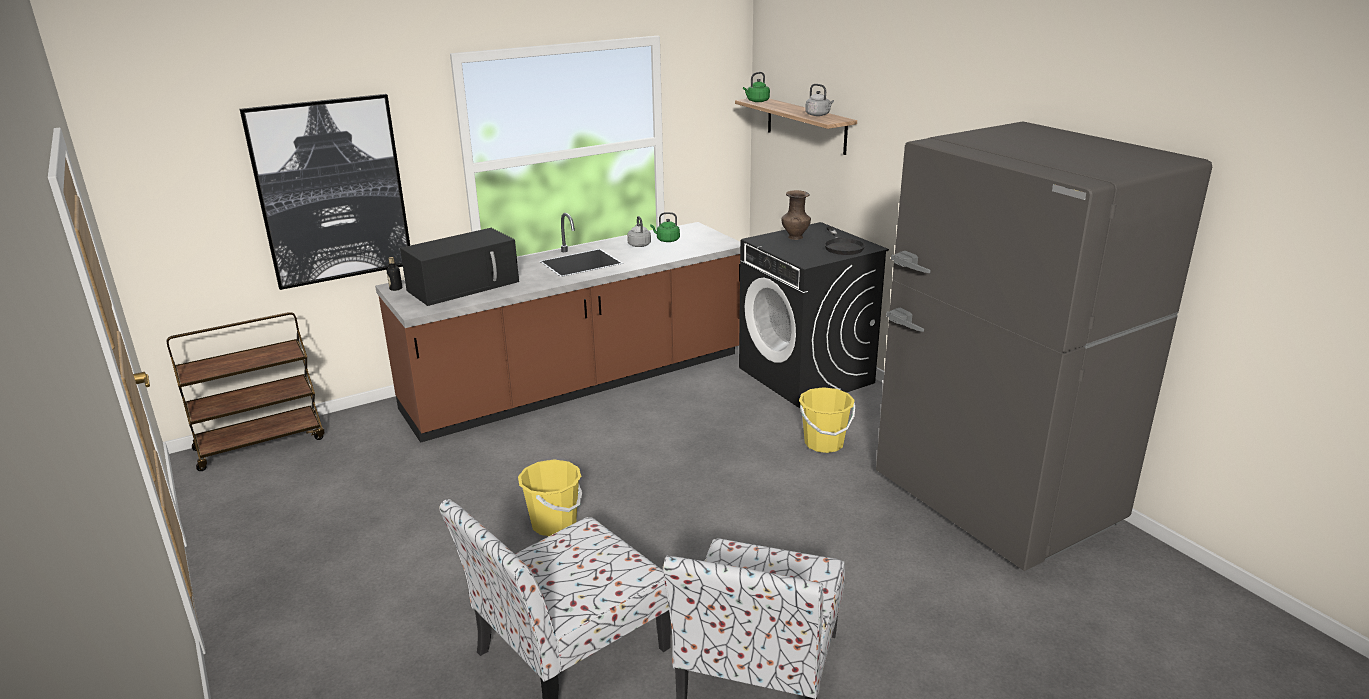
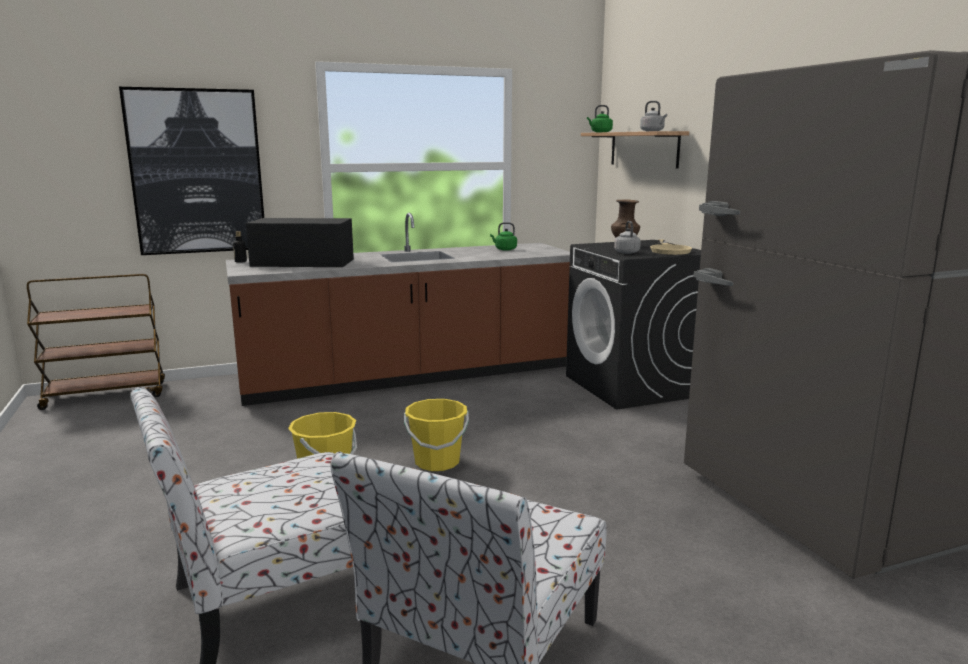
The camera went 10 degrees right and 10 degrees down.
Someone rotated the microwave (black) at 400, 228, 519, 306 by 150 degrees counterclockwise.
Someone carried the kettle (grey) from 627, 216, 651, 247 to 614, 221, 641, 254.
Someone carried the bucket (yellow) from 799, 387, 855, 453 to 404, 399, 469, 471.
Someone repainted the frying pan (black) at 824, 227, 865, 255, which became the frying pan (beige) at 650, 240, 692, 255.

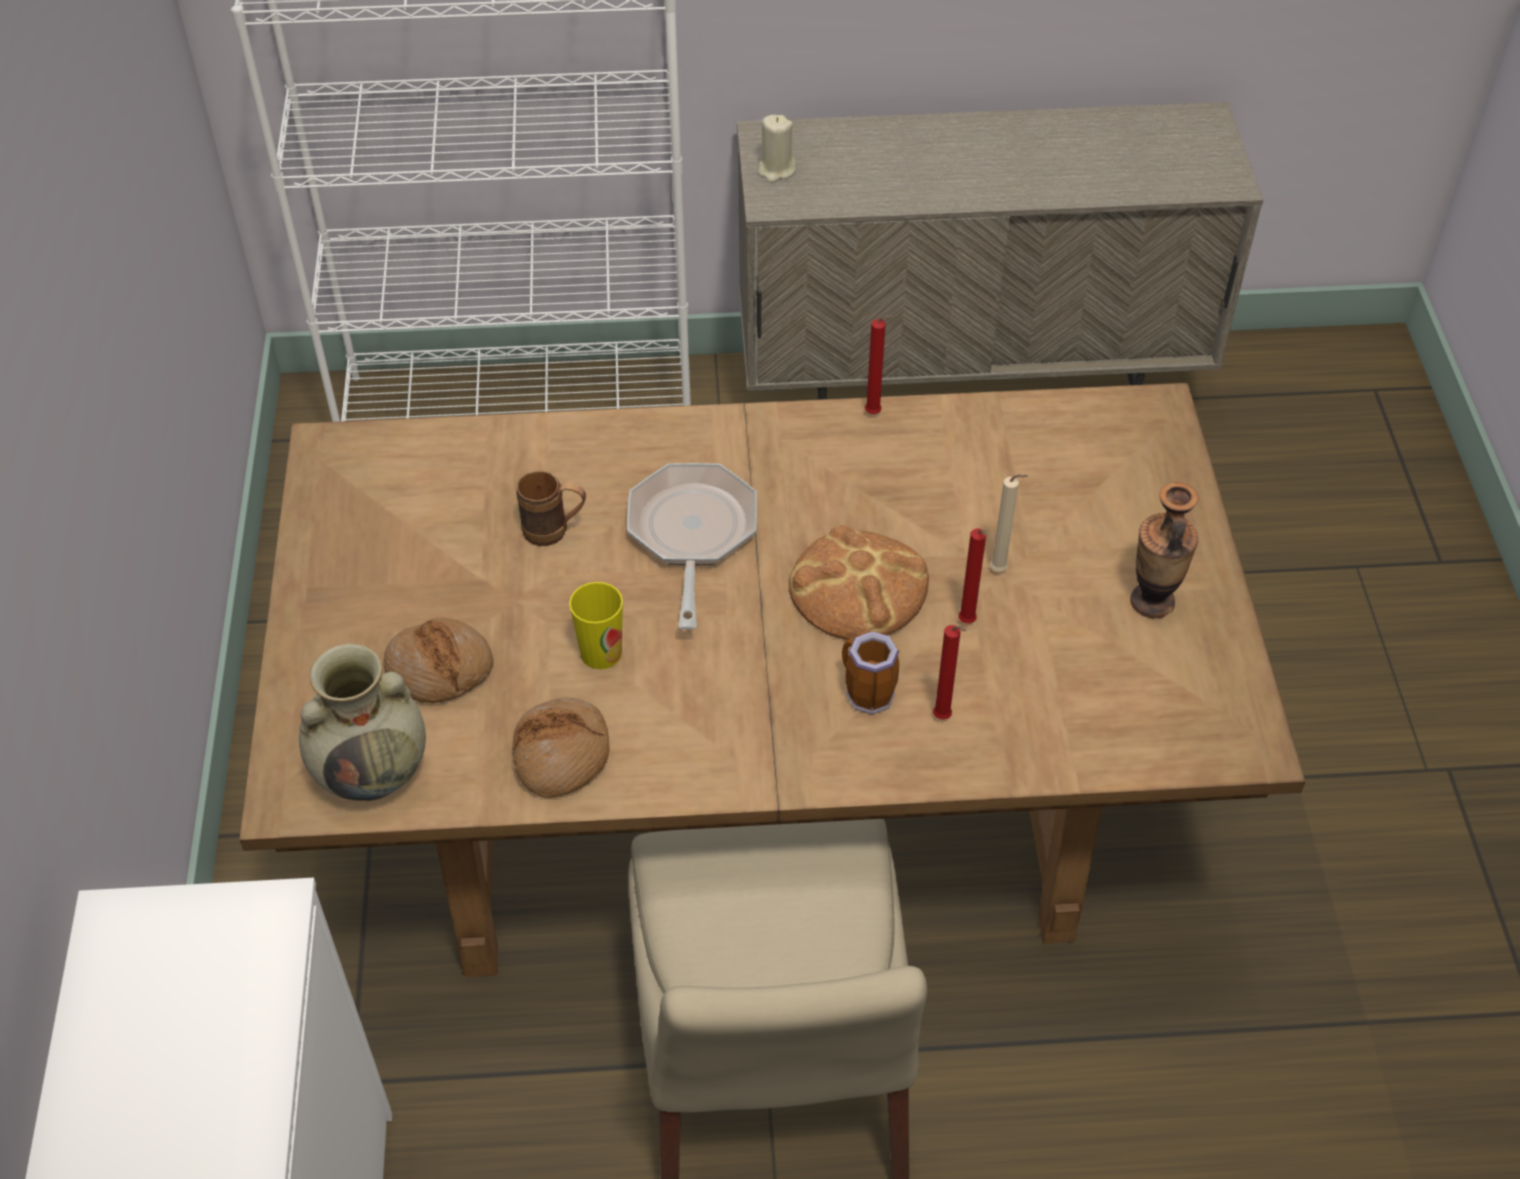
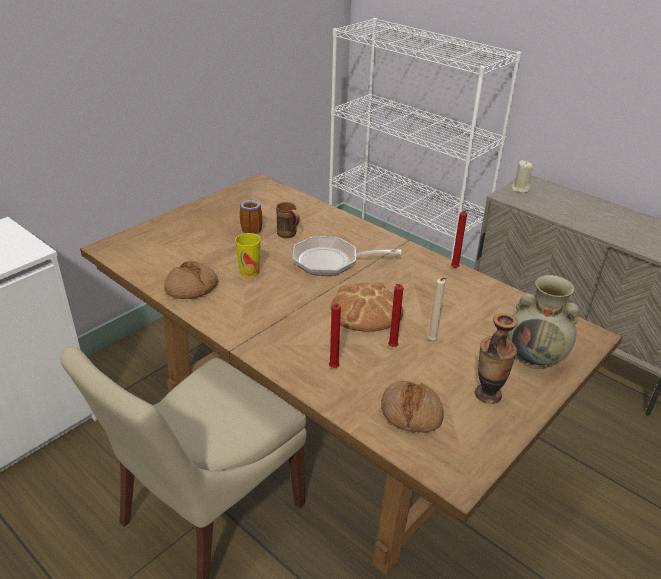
The camera went 45 degrees right and 15 degrees down.
Someone carried the vase (beige) from 299, 643, 426, 801 to 507, 275, 579, 369.
Someone carried the bread from 383, 617, 493, 703 to 381, 380, 444, 433.
Someone rotated the frying pan at 627, 463, 757, 630 by 135 degrees counterclockwise.
Someone carried the mug from 842, 631, 899, 714 to 240, 200, 263, 236.

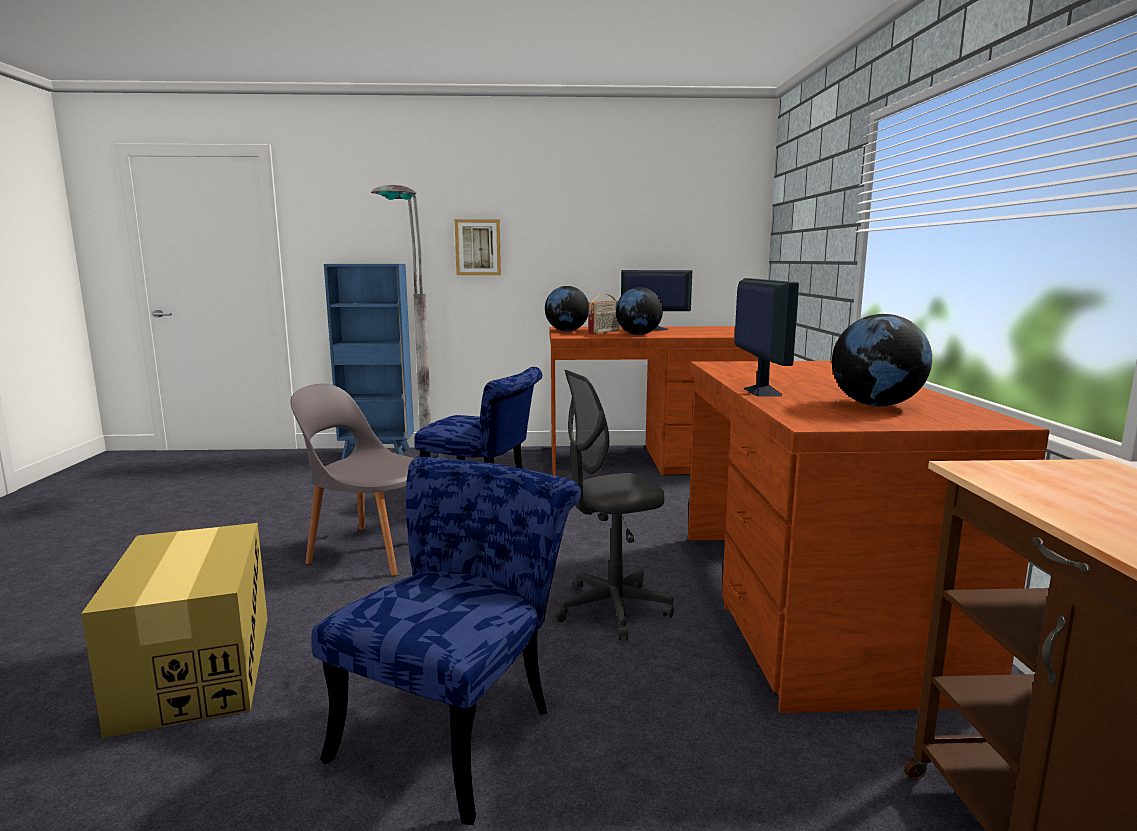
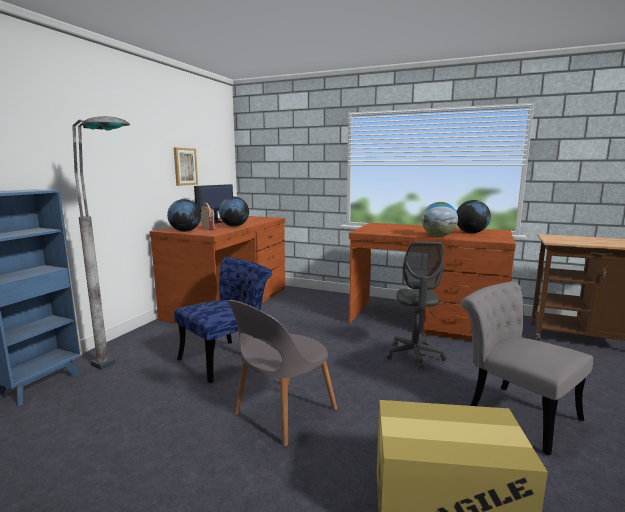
The camera went 65 degrees left and 0 degrees up.
Someone repainted the chair (blue) at 311, 457, 581, 825, which became the chair (grey) at 461, 281, 593, 456.
Someone carried the picture from 455, 219, 501, 275 to 174, 148, 198, 186.
Someone swapped the monitor at 735, 278, 799, 397 for the globe at 422, 202, 458, 237.

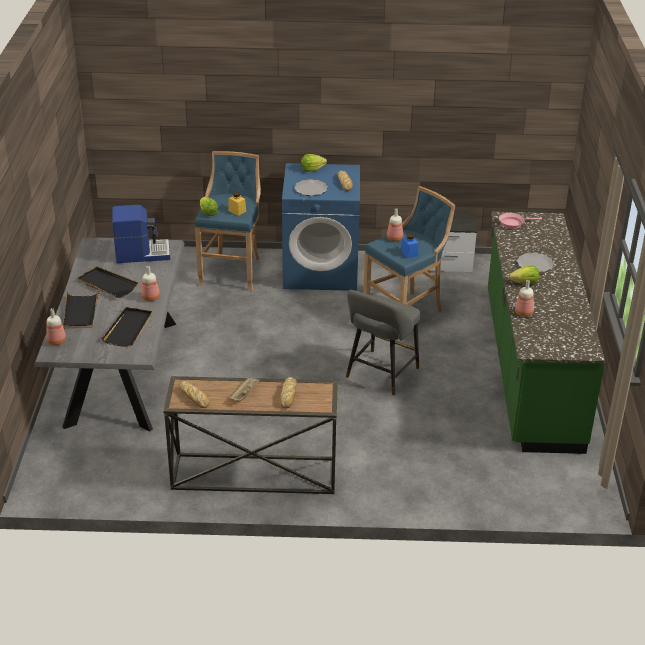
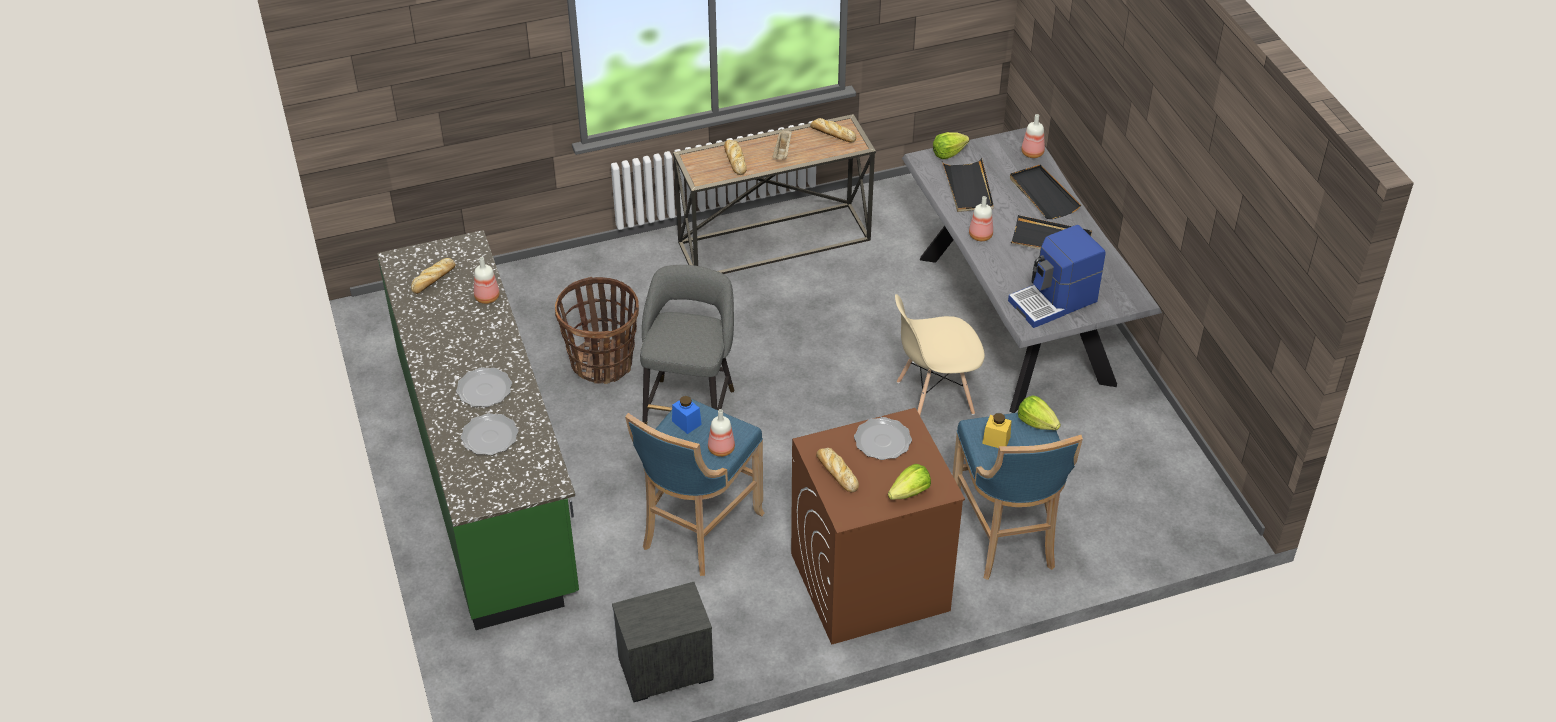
The camera went 160 degrees right and 10 degrees up.
Someone repainted the washing machine (blue) at 282, 163, 360, 291, which became the washing machine (brown) at 791, 408, 965, 645.
Someone took away the frying pan (pink) at 499, 213, 542, 229.
Someone carried the lettuce from 508, 265, 539, 284 to 933, 132, 969, 159.
Someone put down the bread at 411, 258, 456, 294.
Someone put down the plate at 461, 413, 518, 455.
Someone put down the basket at 555, 277, 639, 384.
Someone put down the chair (beige) at 895, 294, 985, 415.

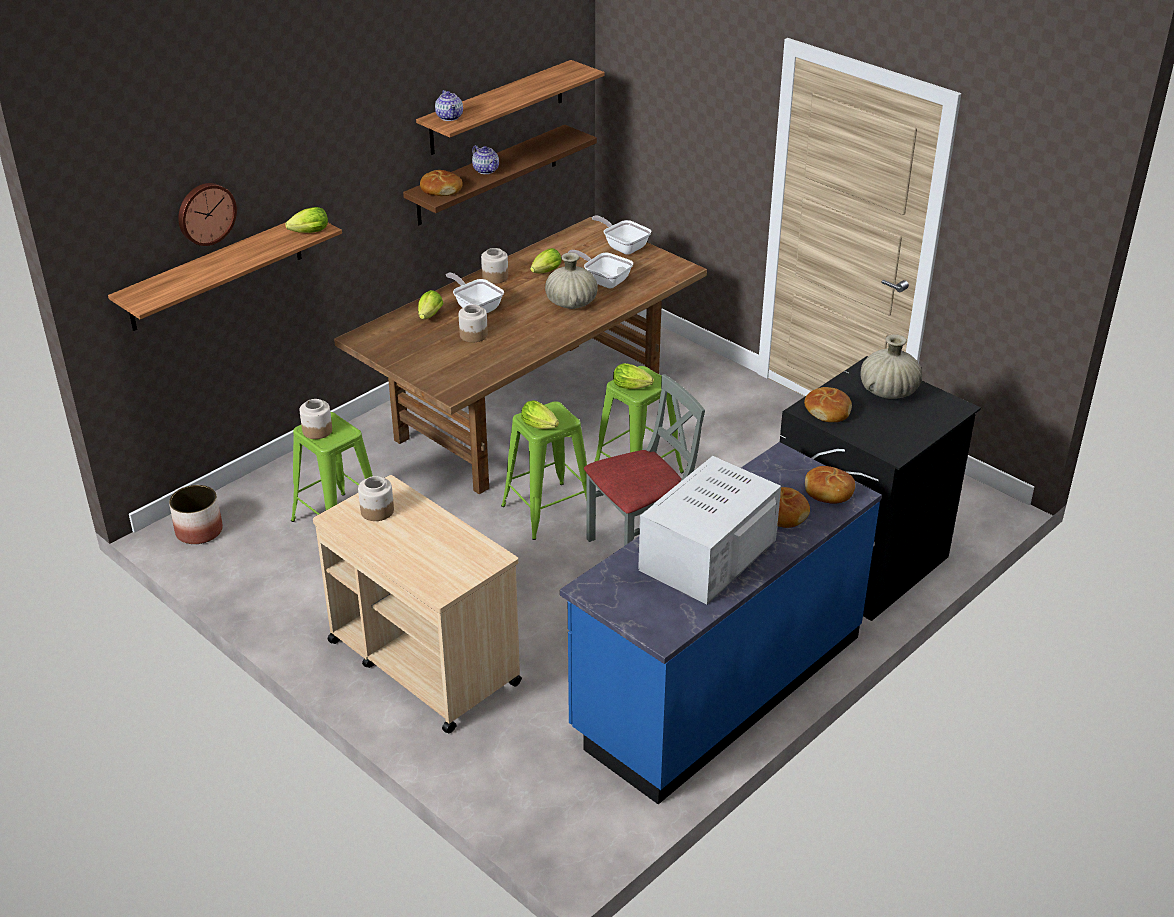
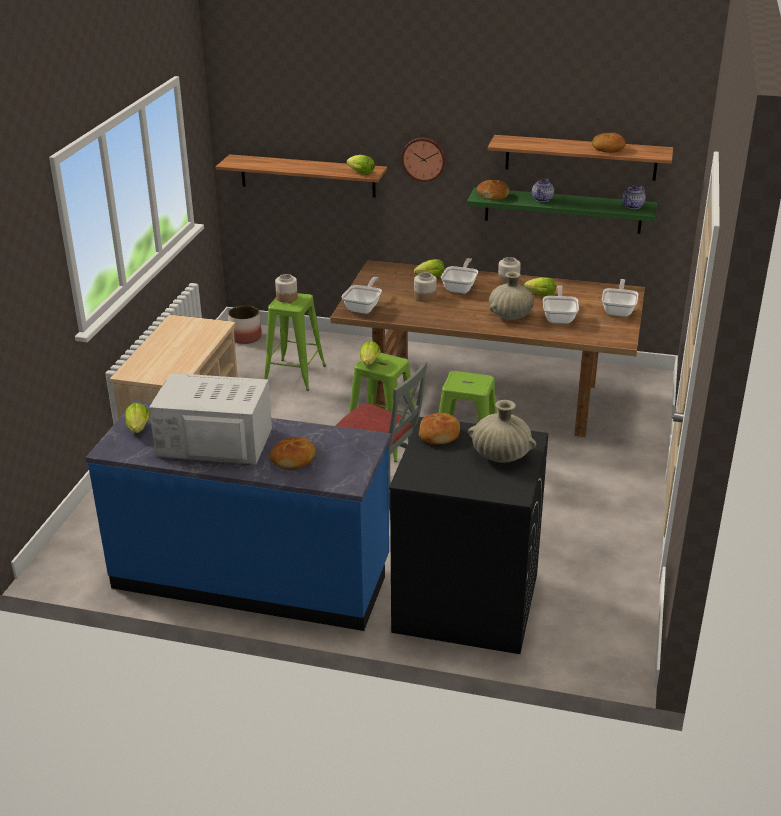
The camera went 60 degrees right and 5 degrees down.
Someone carried the wall clock from 178, 183, 237, 246 to 402, 137, 446, 182.
Someone took away the jar at 358, 476, 394, 521.
Someone repainted the shelf (brown) at 403, 125, 597, 225, which became the shelf (green) at 467, 188, 657, 234.
Someone carried the teapot from 435, 90, 463, 121 to 622, 185, 645, 209.
Someone carried the lettuce from 613, 363, 654, 389 to 125, 403, 150, 433.
Someone carried the bread from 805, 466, 855, 504 to 592, 133, 626, 153.
Someone put down the frying pan at 341, 277, 382, 314.

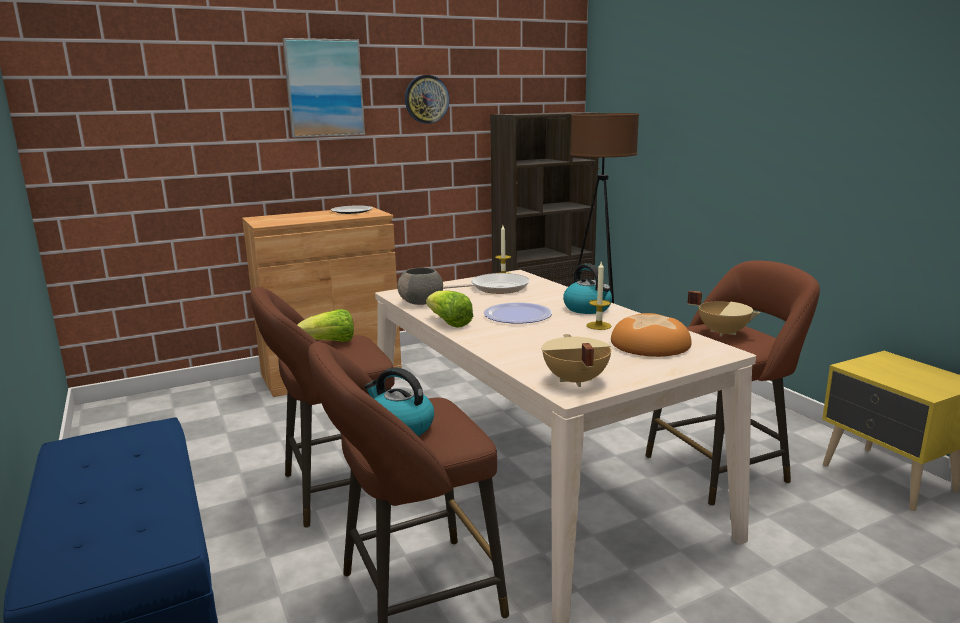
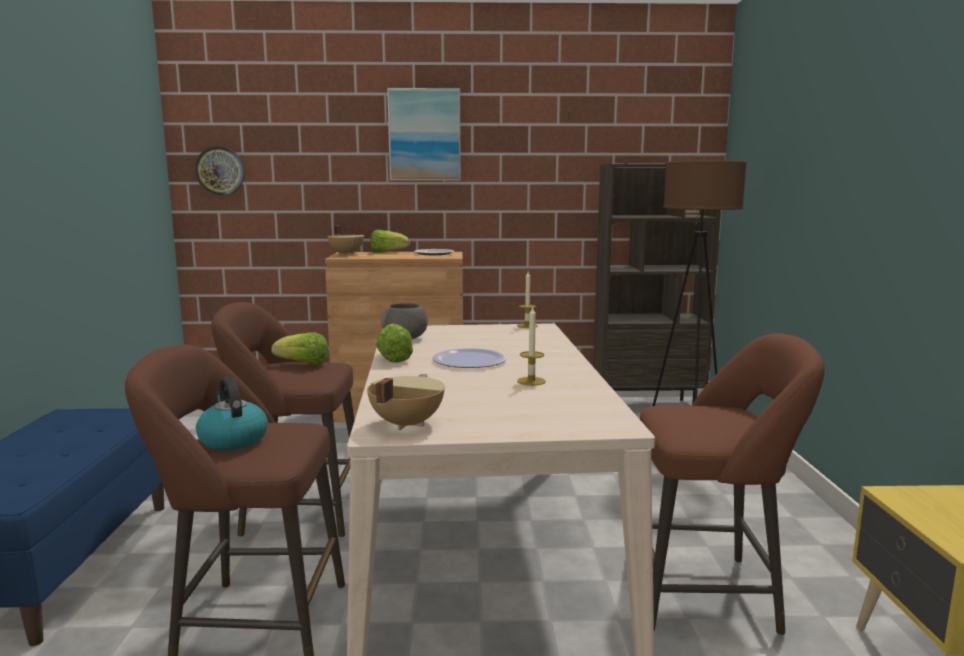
The camera went 25 degrees right and 5 degrees down.
Someone carried the wall clock from 405, 75, 449, 124 to 195, 146, 245, 196.
Someone took away the frying pan at 443, 273, 530, 294.
Someone took away the kettle at 563, 263, 612, 314.
Someone took away the bread at 611, 313, 692, 357.
Someone carried the cooking pot (beige) from 687, 291, 760, 337 to 328, 225, 364, 255.
Someone put down the lettuce at 370, 230, 410, 253.

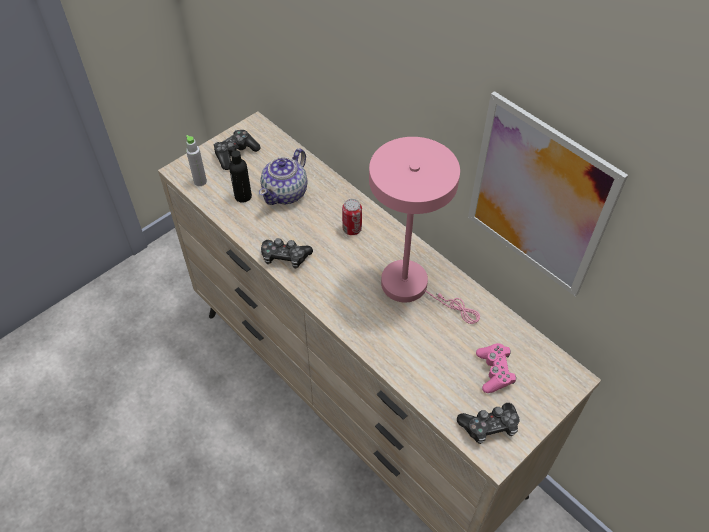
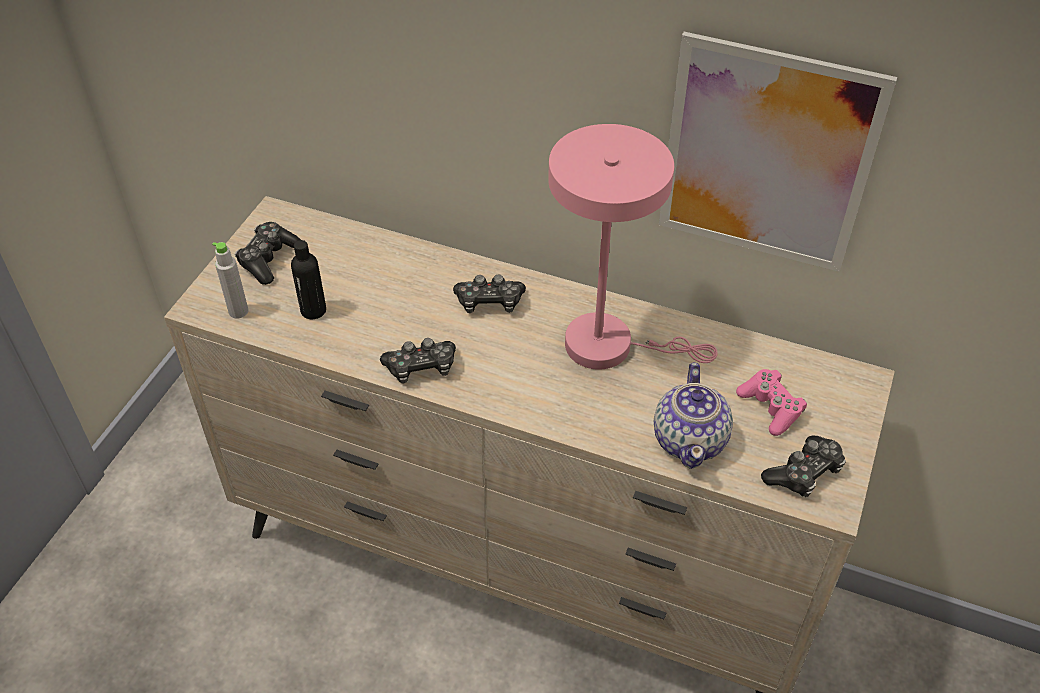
The camera went 25 degrees left and 5 degrees down.
Someone carried the teapot from 259, 148, 307, 205 to 654, 362, 733, 469.
Someone swapped the can at 342, 199, 362, 235 for the game controller at 453, 274, 526, 313.

